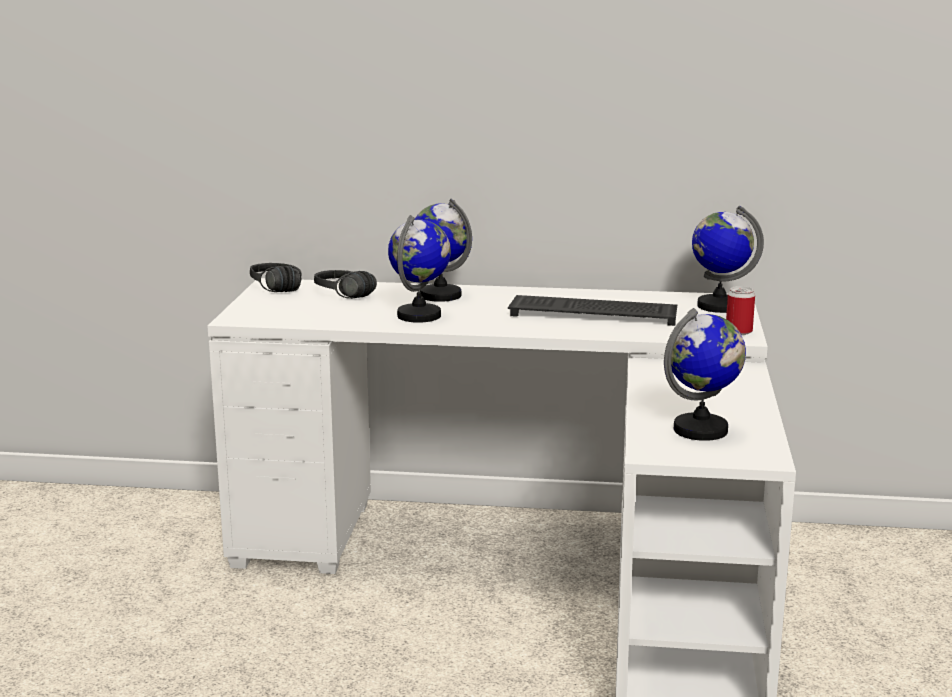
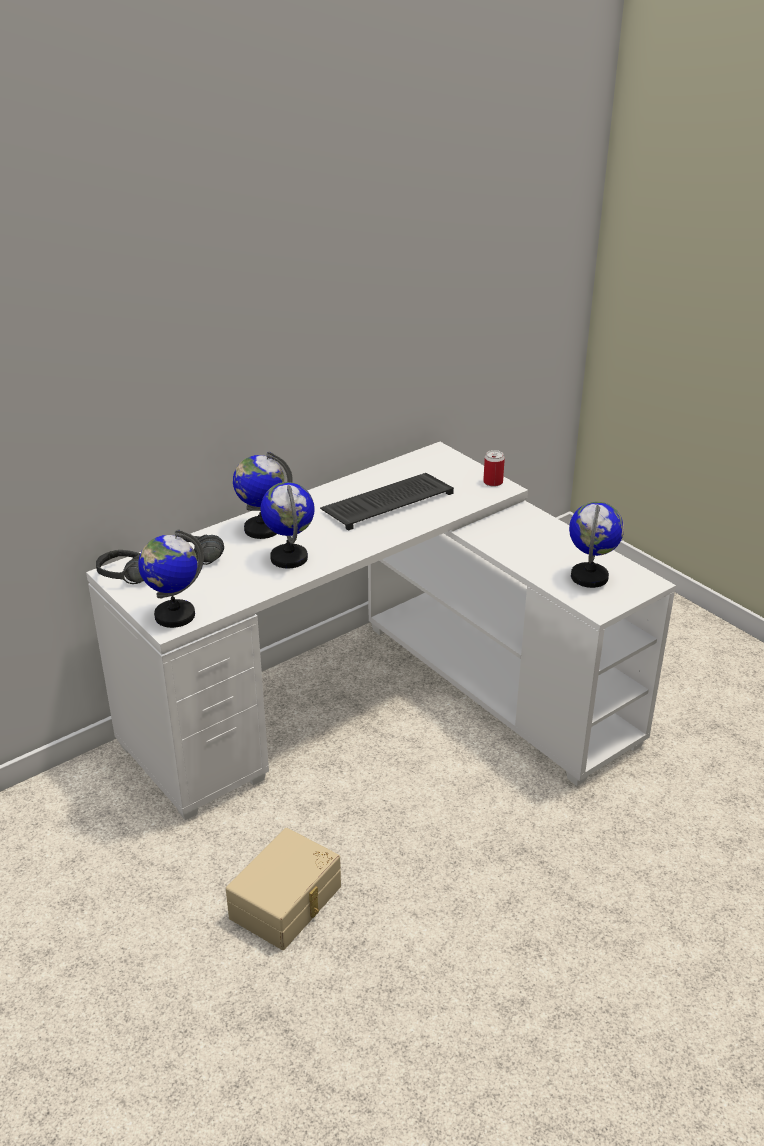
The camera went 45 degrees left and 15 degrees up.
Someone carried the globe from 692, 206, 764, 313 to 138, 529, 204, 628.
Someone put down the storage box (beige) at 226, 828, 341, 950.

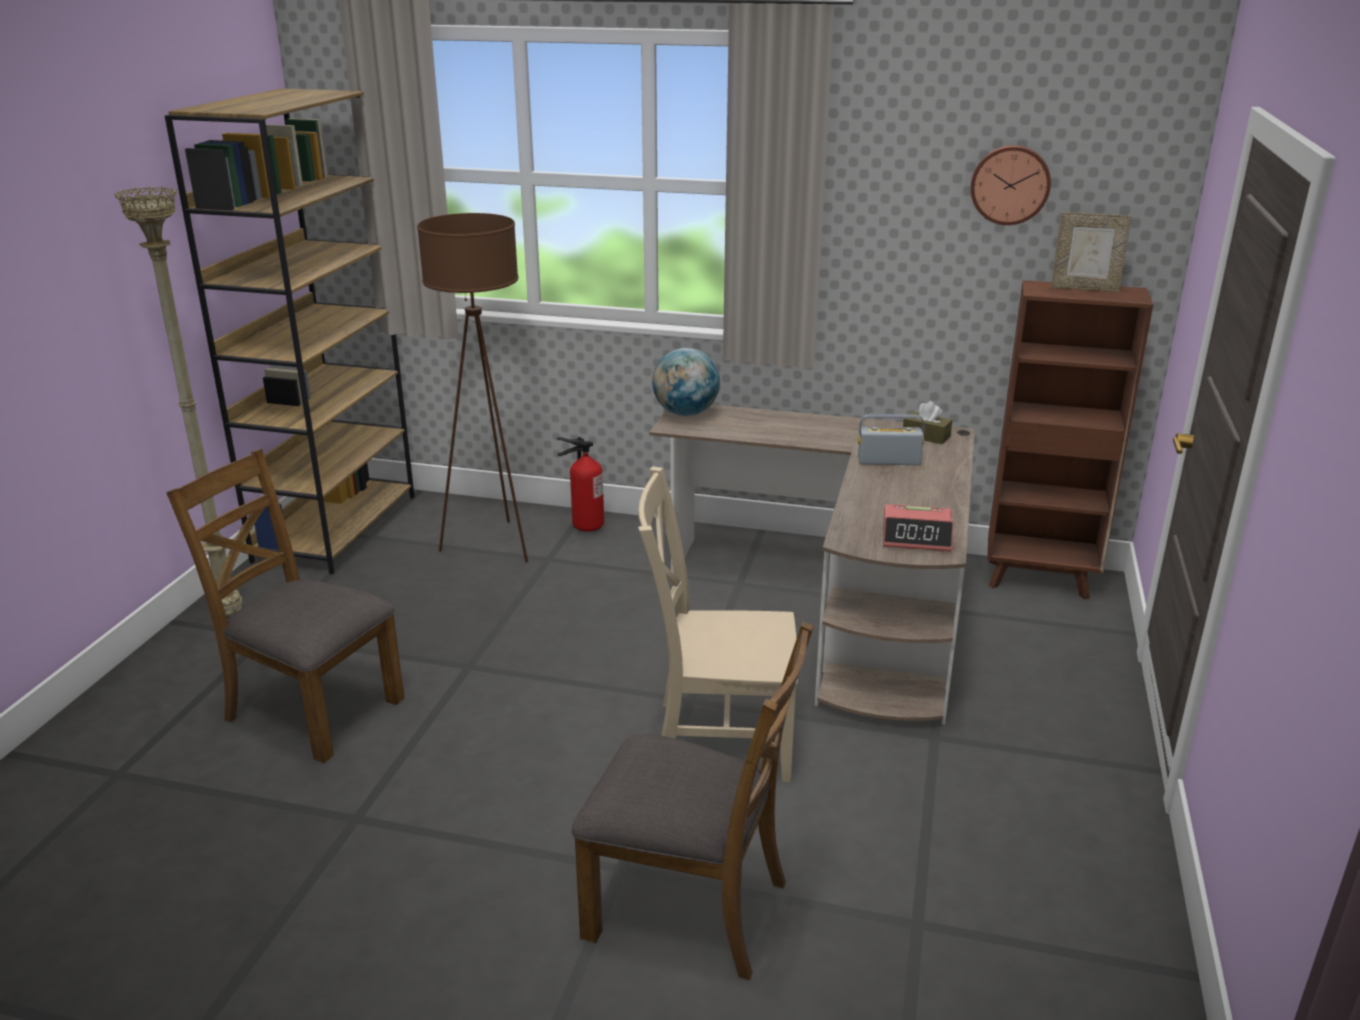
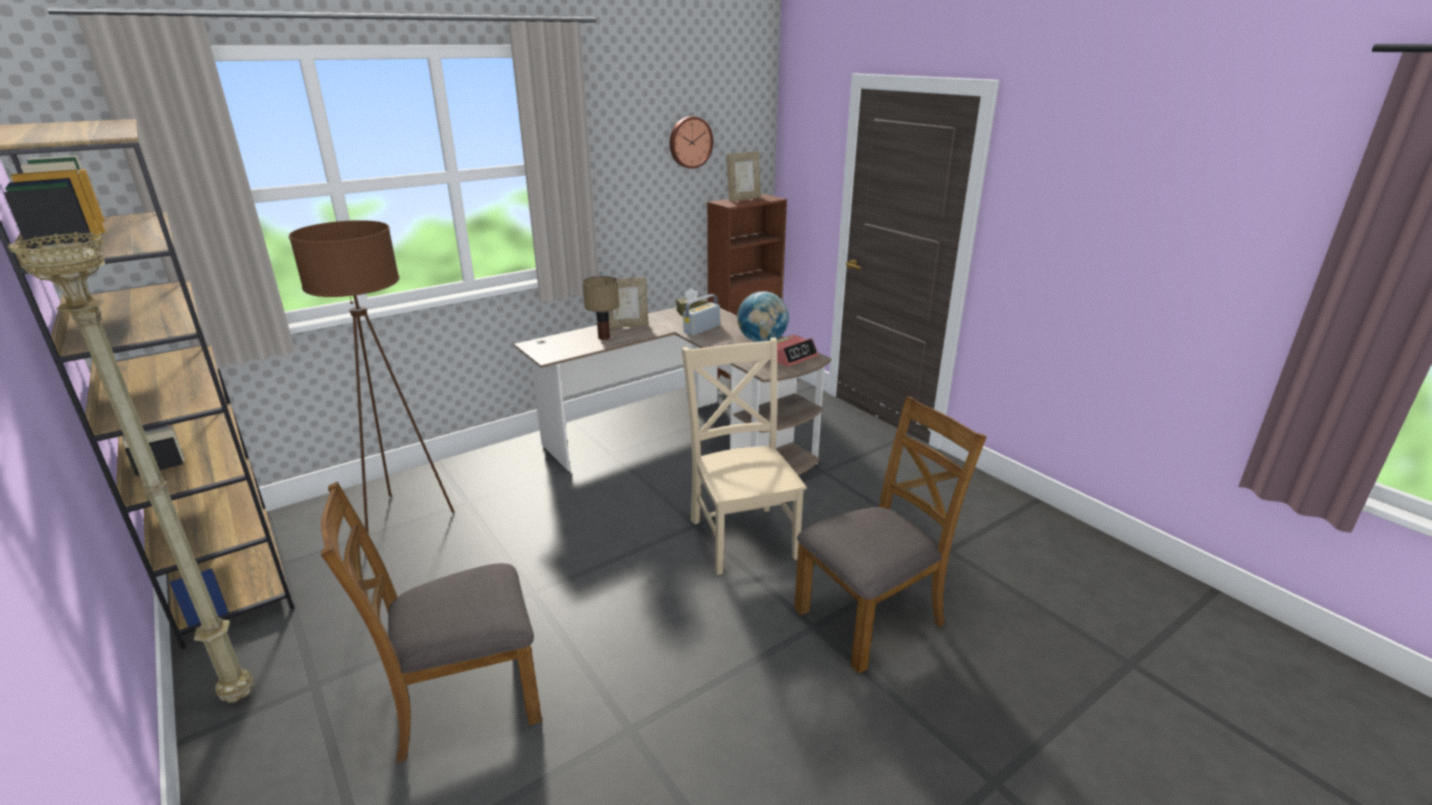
The camera went 50 degrees left and 0 degrees up.
Someone took away the fire extinguisher at 557, 437, 604, 532.
Someone rotated the chair (beige) at 638, 466, 798, 782 by 120 degrees clockwise.
Someone carried the globe from 652, 348, 720, 416 to 737, 291, 789, 342.
Someone put down the table lamp at 582, 276, 619, 340.
Someone put down the picture frame at 608, 277, 649, 328.

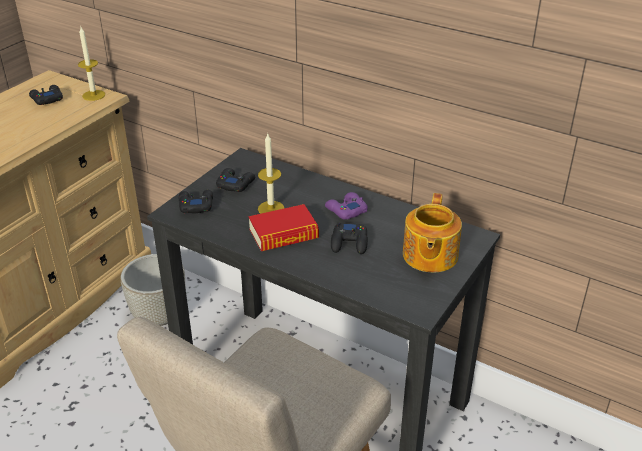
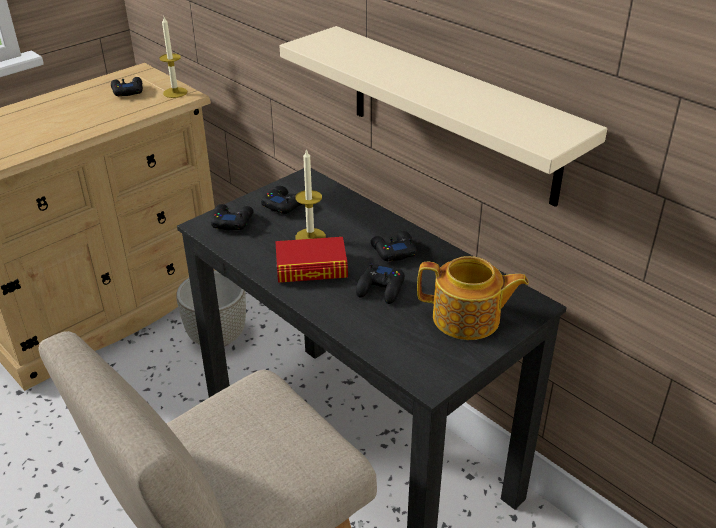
The camera went 15 degrees right and 0 degrees up.
Someone repainted the game controller (purple) at 325, 192, 368, 220, which became the game controller (black) at 370, 231, 417, 262.
Someone rotated the teapot at 403, 193, 462, 273 by 105 degrees counterclockwise.
Someone put up the shelf (beige) at 280, 26, 607, 207.

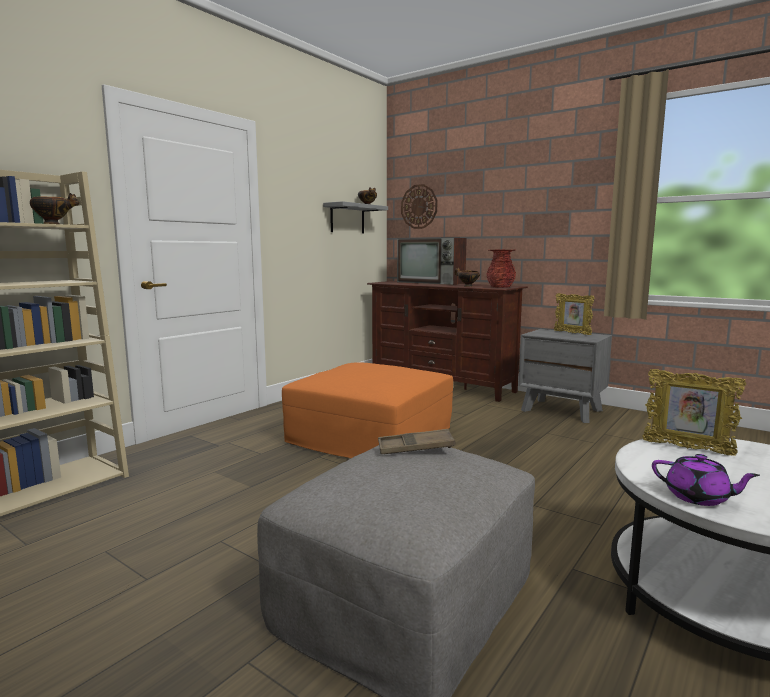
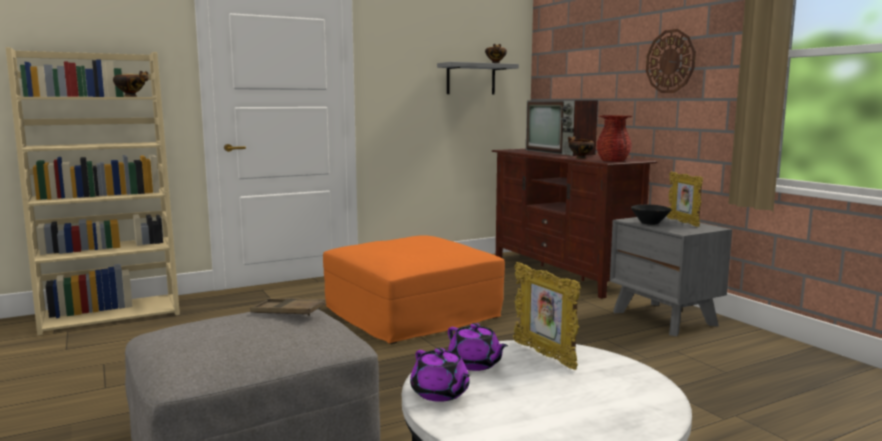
The camera went 25 degrees right and 0 degrees up.
Someone carried the wall clock from 401, 184, 437, 229 to 646, 29, 696, 93.
Someone put down the teapot (purple) at 448, 323, 508, 371.
Someone put down the bowl (black) at 631, 205, 671, 225.

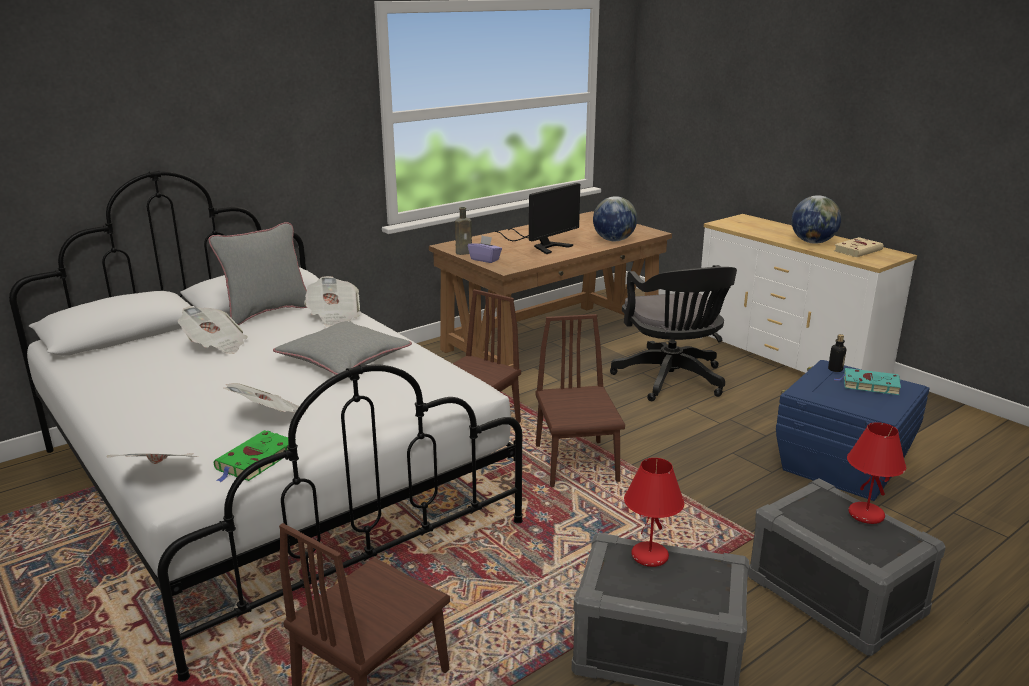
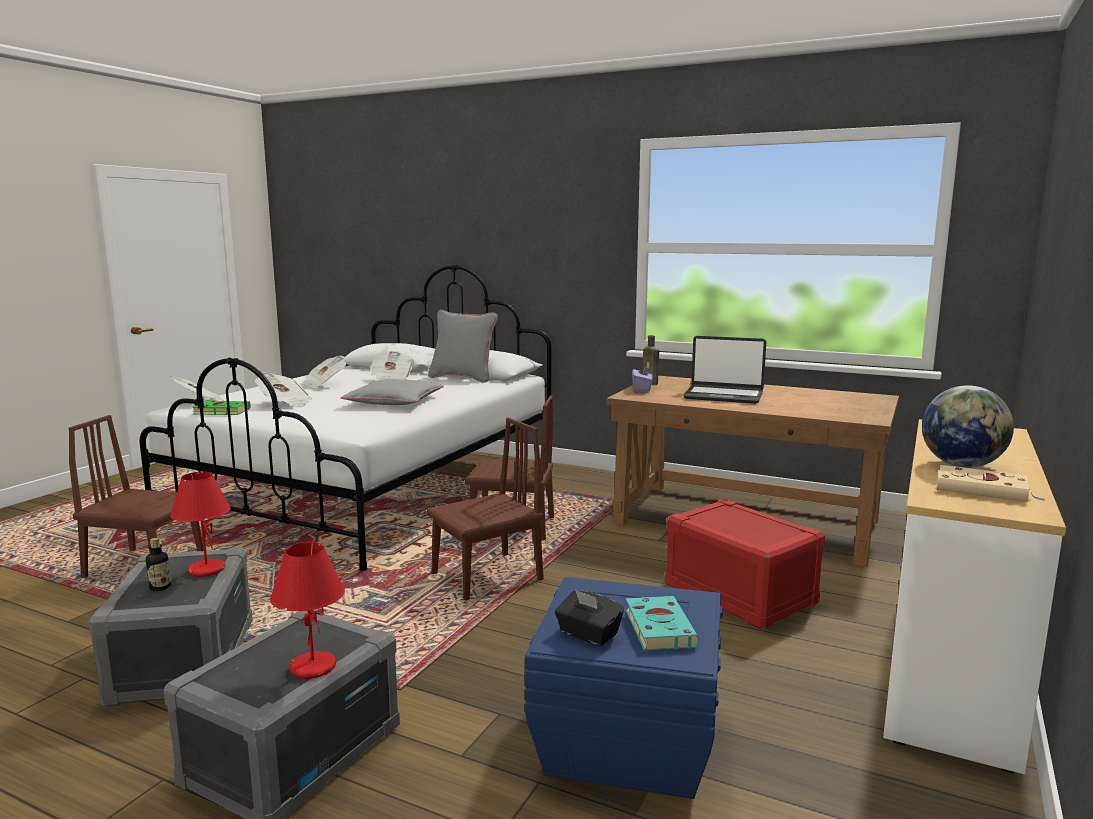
The camera went 65 degrees right and 10 degrees down.
Someone carried the newspaper from 304, 276, 360, 327 to 299, 356, 346, 389.
Someone swapped the monitor at 495, 183, 580, 254 for the laptop at 683, 336, 766, 404.
Someone took away the globe at 593, 196, 637, 241.
Someone swapped the office chair (black) at 610, 265, 737, 401 for the storage box (red) at 665, 499, 825, 630.
Someone carried the bottle from 828, 334, 846, 372 to 146, 538, 171, 591.
Someone put down the tissue box (black) at 555, 589, 624, 646.

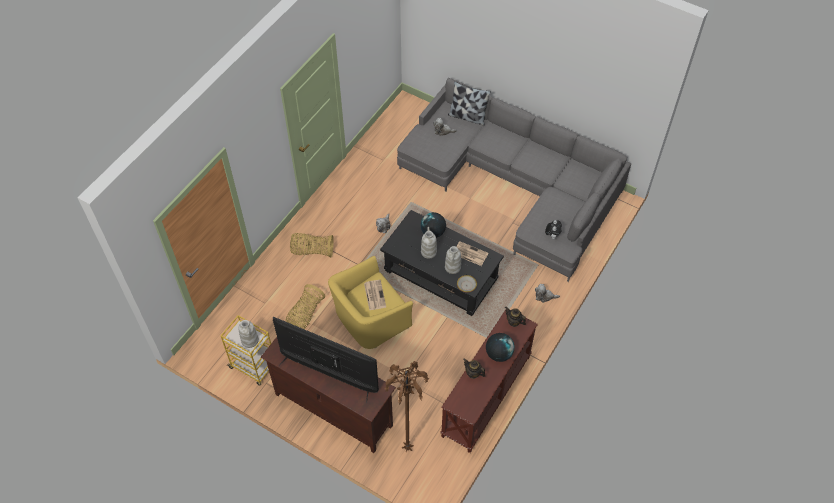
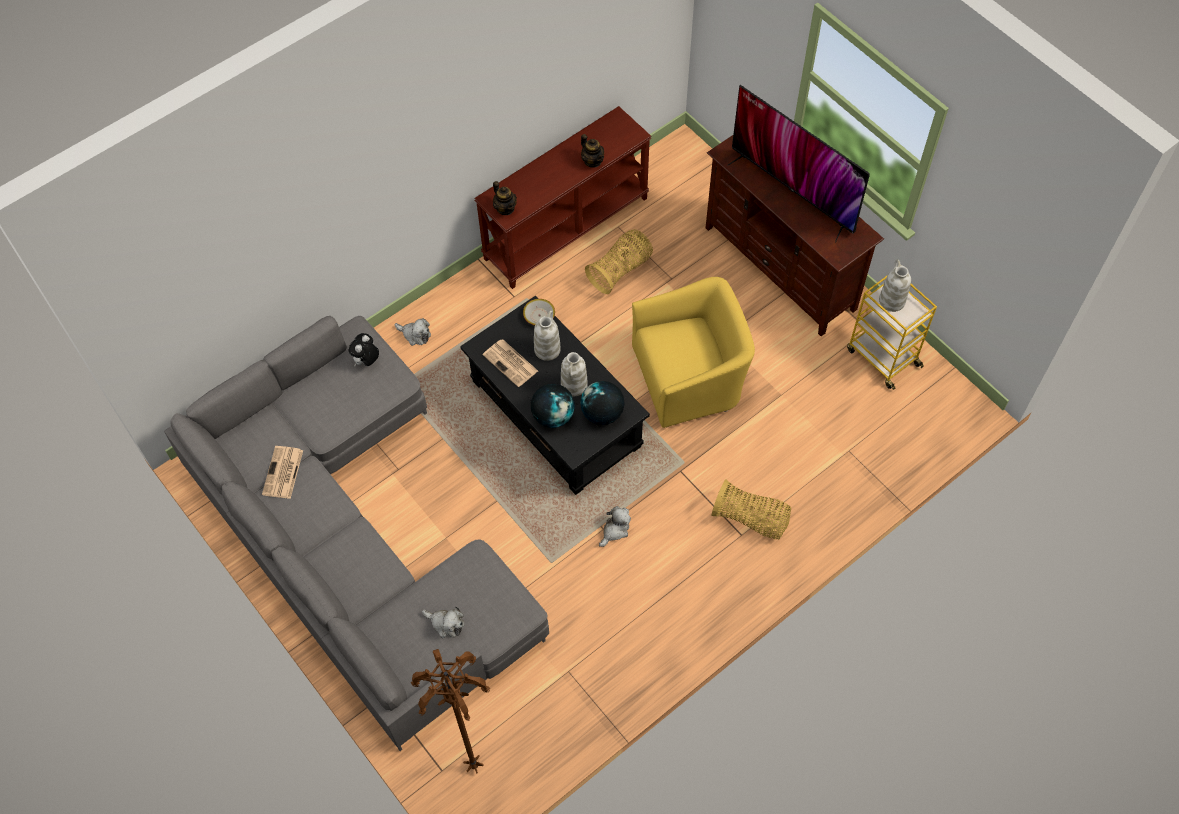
The camera went 160 degrees left and 5 degrees up.
Someone carried the basket from 286, 284, 325, 329 to 585, 229, 653, 294.
Someone carried the newspaper from 364, 280, 386, 310 to 262, 446, 303, 499.
Someone carried the floor lamp (brown) from 384, 361, 429, 452 to 411, 649, 490, 774.
Someone took away the pillow at 448, 81, 491, 125.
Someone carried the globe from 486, 333, 515, 362 to 580, 381, 625, 425.

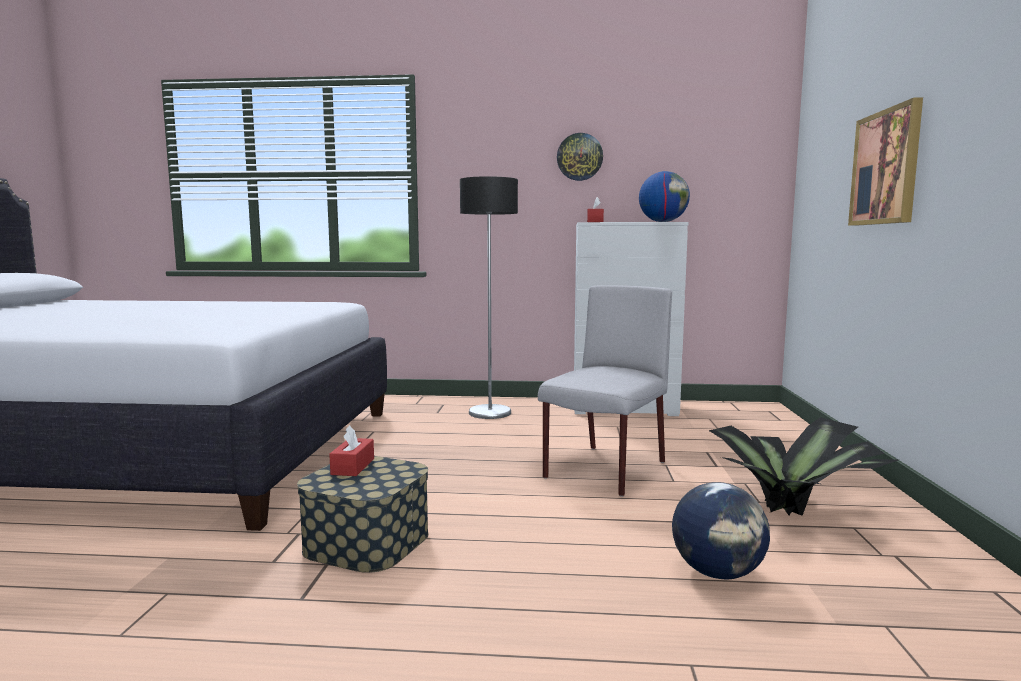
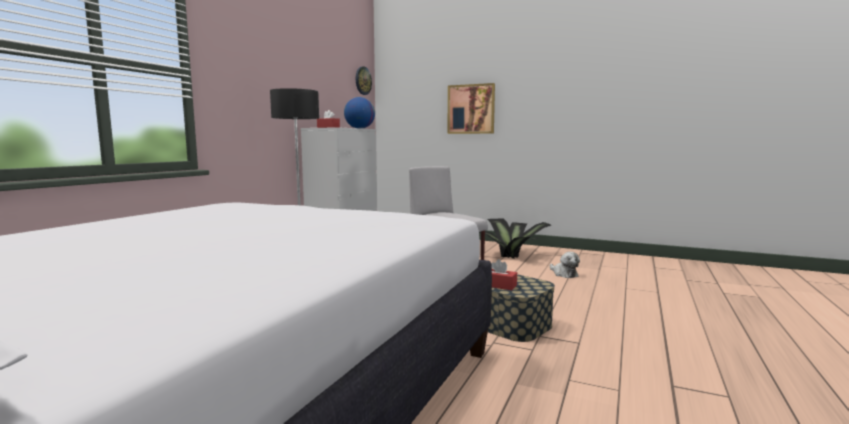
The camera went 70 degrees left and 0 degrees up.
Someone carried the wall clock from 557, 133, 603, 181 to 356, 67, 372, 95.
Someone swapped the globe at 672, 482, 770, 579 for the plush toy at 550, 252, 580, 278.

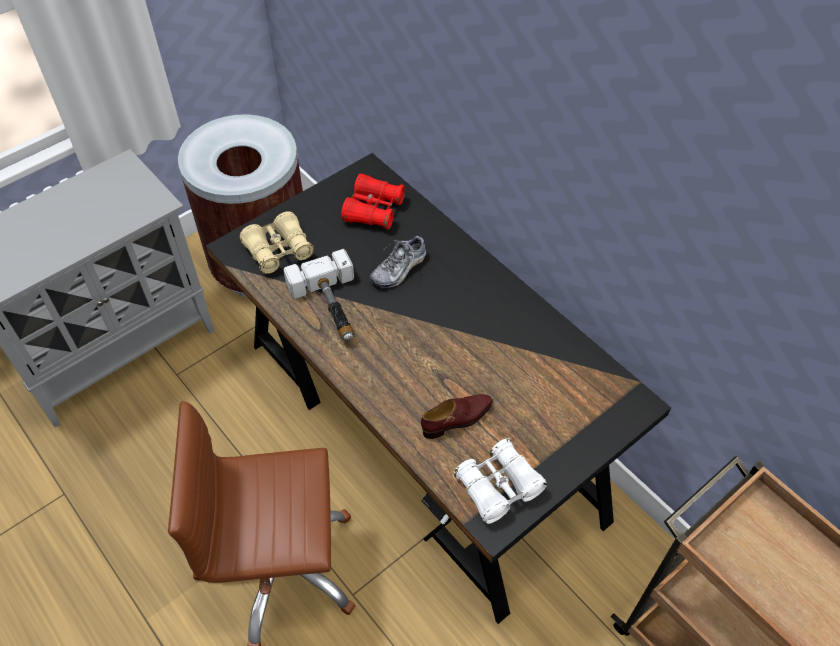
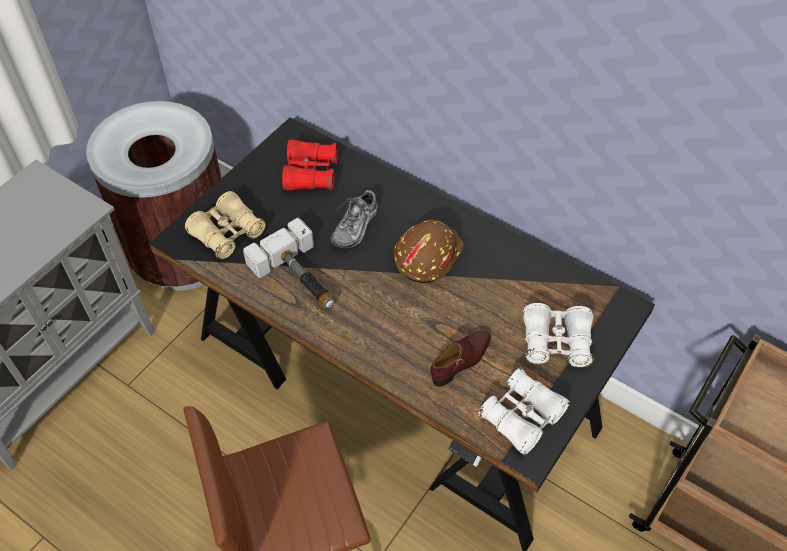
The camera went 15 degrees left and 0 degrees up.
Someone put down the hard hat (brown) at 394, 219, 464, 283.
Someone put down the binoculars (white) at 523, 303, 594, 367.

